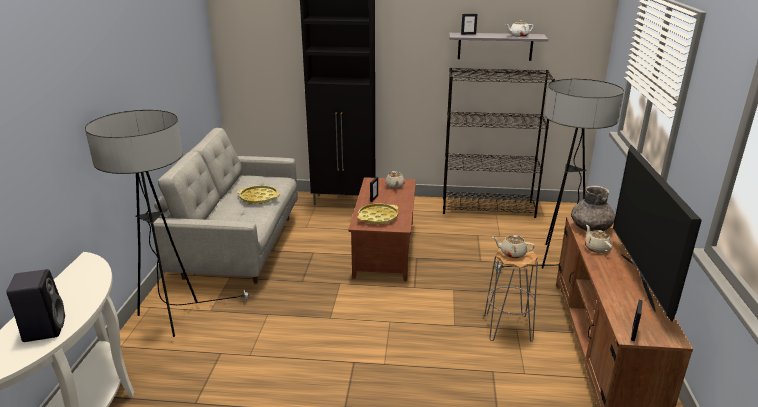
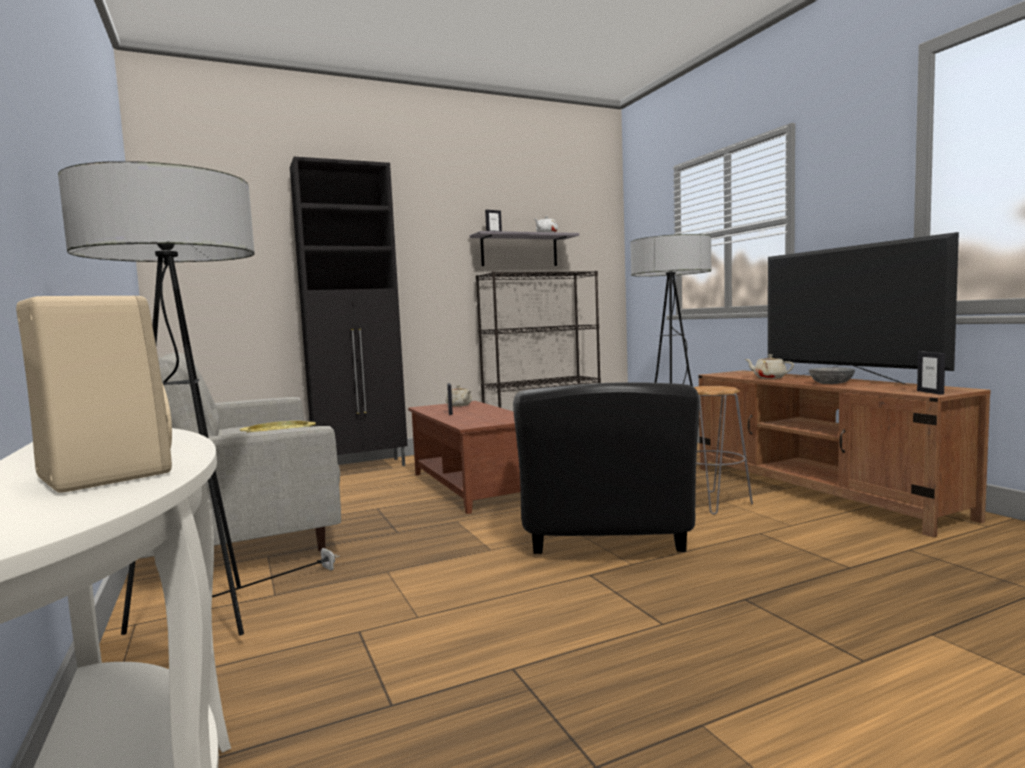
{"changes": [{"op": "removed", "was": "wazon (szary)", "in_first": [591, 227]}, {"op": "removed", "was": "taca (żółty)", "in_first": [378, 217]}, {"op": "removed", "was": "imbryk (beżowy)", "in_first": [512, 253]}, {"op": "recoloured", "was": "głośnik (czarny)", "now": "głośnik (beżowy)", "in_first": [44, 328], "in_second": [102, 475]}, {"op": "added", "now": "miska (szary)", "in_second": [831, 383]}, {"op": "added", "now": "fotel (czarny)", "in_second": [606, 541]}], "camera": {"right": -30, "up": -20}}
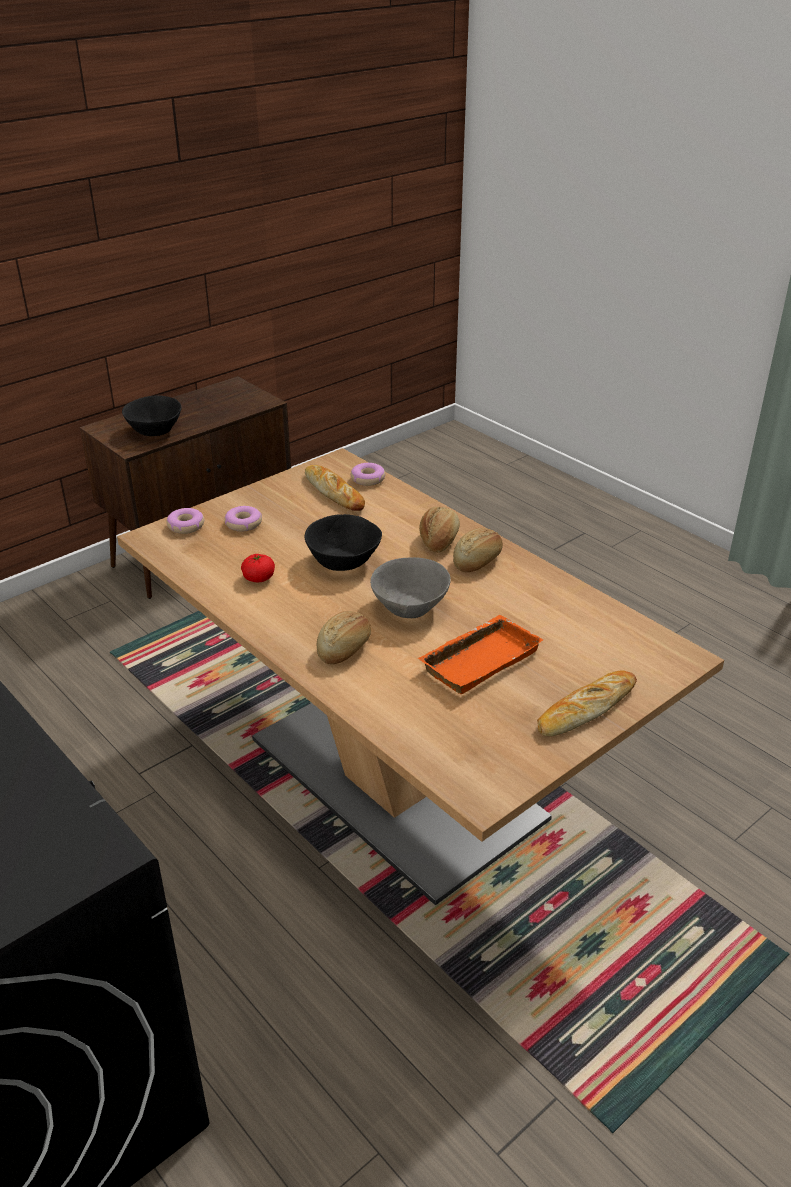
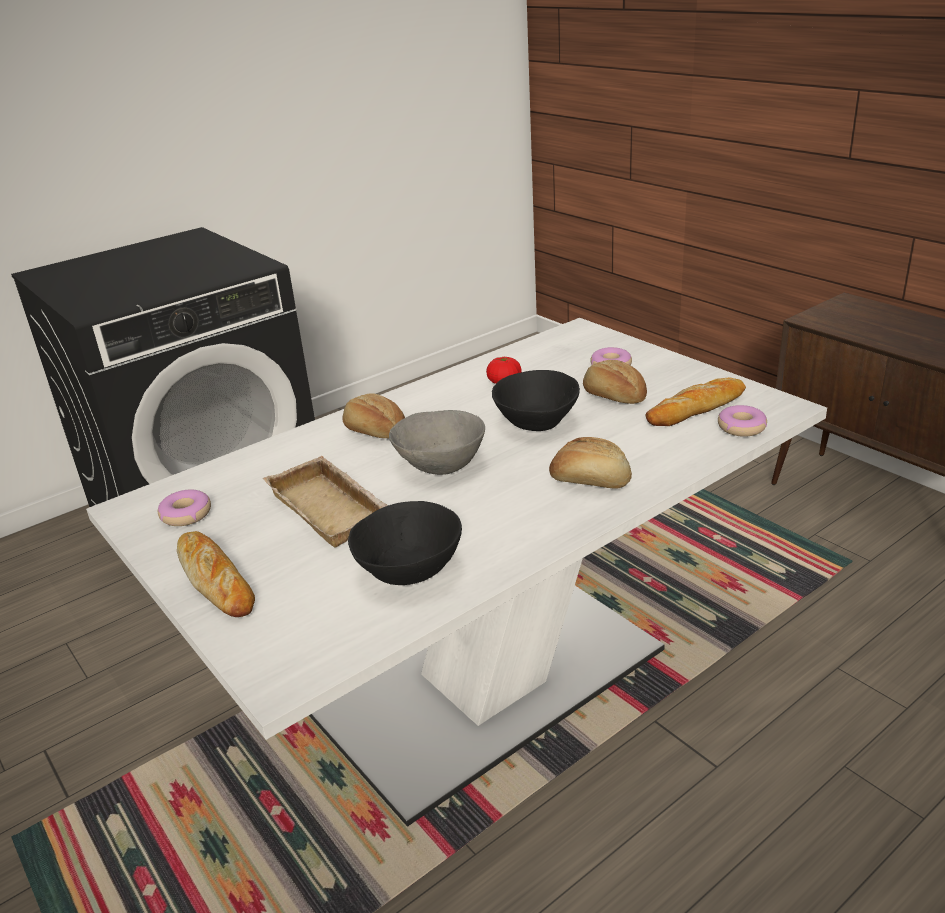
{"changes": [{"op": "moved", "was": "miska (czarny)", "in_first": [154, 431], "in_second": [410, 569]}, {"op": "recoloured", "was": "stół jadalny (brązowy)", "now": "stół jadalny (biały)", "in_first": [395, 779], "in_second": [489, 682]}, {"op": "moved", "was": "donut", "in_first": [186, 526], "in_second": [186, 514]}, {"op": "moved", "was": "chleb", "in_first": [478, 561], "in_second": [613, 397]}, {"op": "recoloured", "was": "taca (pomarańczowy)", "now": "taca (beżowy)", "in_first": [479, 659], "in_second": [333, 508]}], "camera": {"right": 95, "up": -5}}
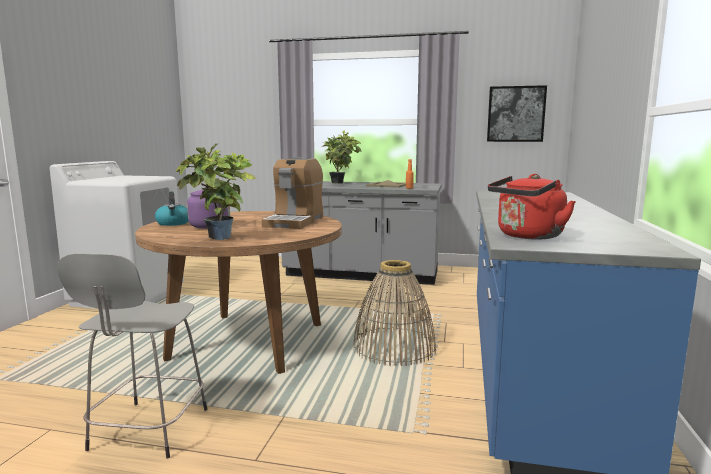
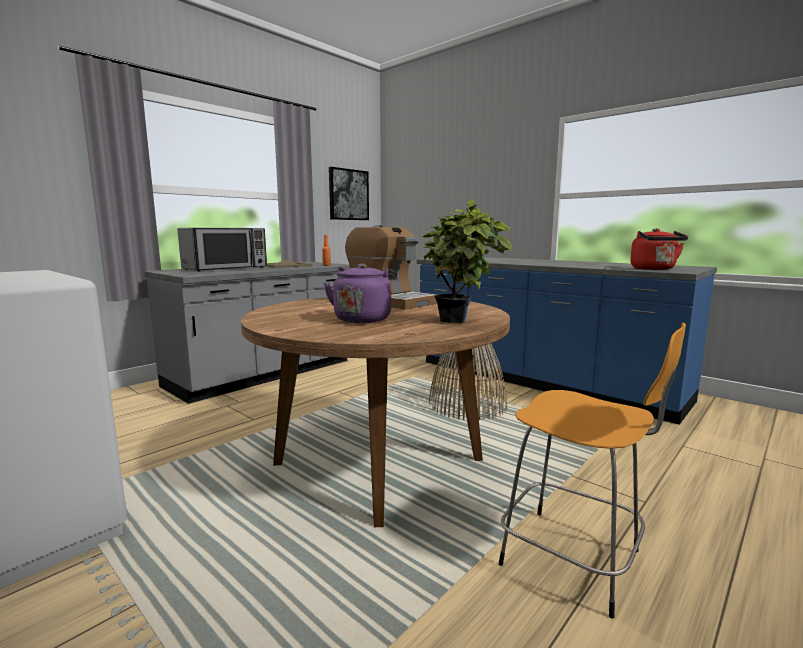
{"changes": [{"op": "replaced", "was": "roślina doniczkowa", "now": "mikrofalówka", "in_first": [341, 183], "in_second": [226, 268]}, {"op": "removed", "was": "czajnik", "in_first": [173, 223]}, {"op": "recoloured", "was": "stołek (szary)", "now": "stołek (pomarańczowy)", "in_first": [147, 431], "in_second": [575, 560]}], "camera": {"right": -60, "up": 0}}
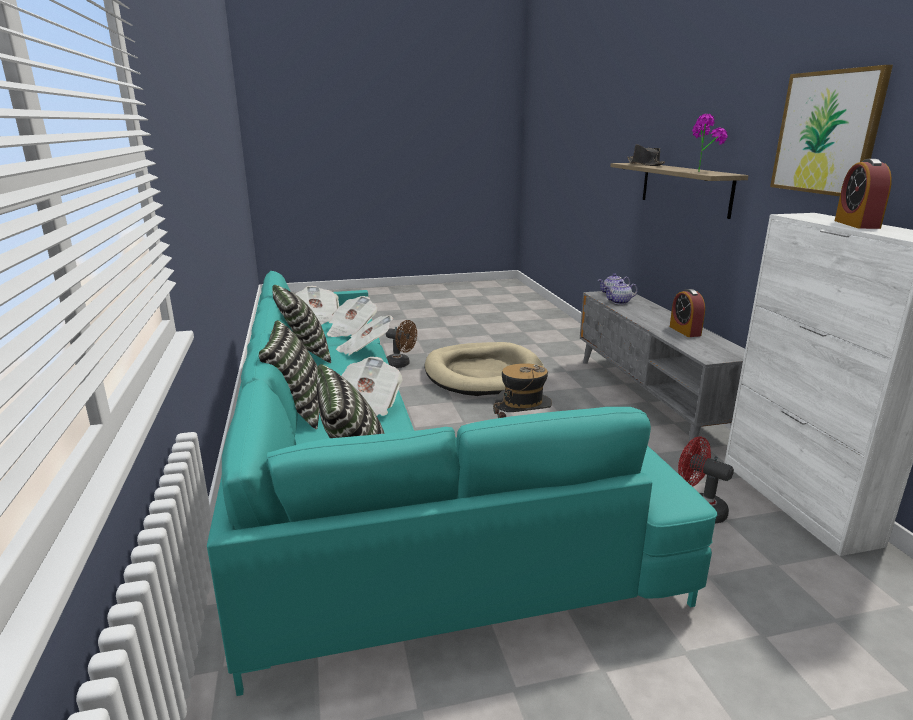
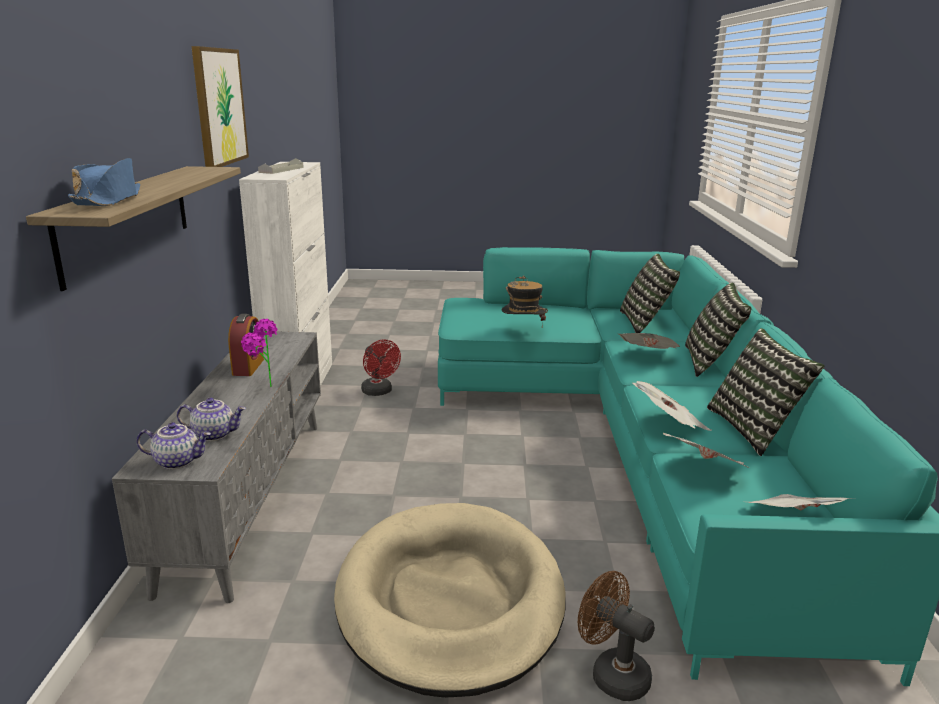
{"changes": [{"op": "moved", "was": "roślina doniczkowa", "in_first": [701, 171], "in_second": [261, 388]}, {"op": "recoloured", "was": "kapelusz (czarny)", "now": "kapelusz (niebieski)", "in_first": [645, 164], "in_second": [109, 200]}, {"op": "replaced", "was": "budzik", "now": "taca (szary)", "in_first": [856, 224], "in_second": [281, 170]}], "camera": {"right": -165, "up": 0}}
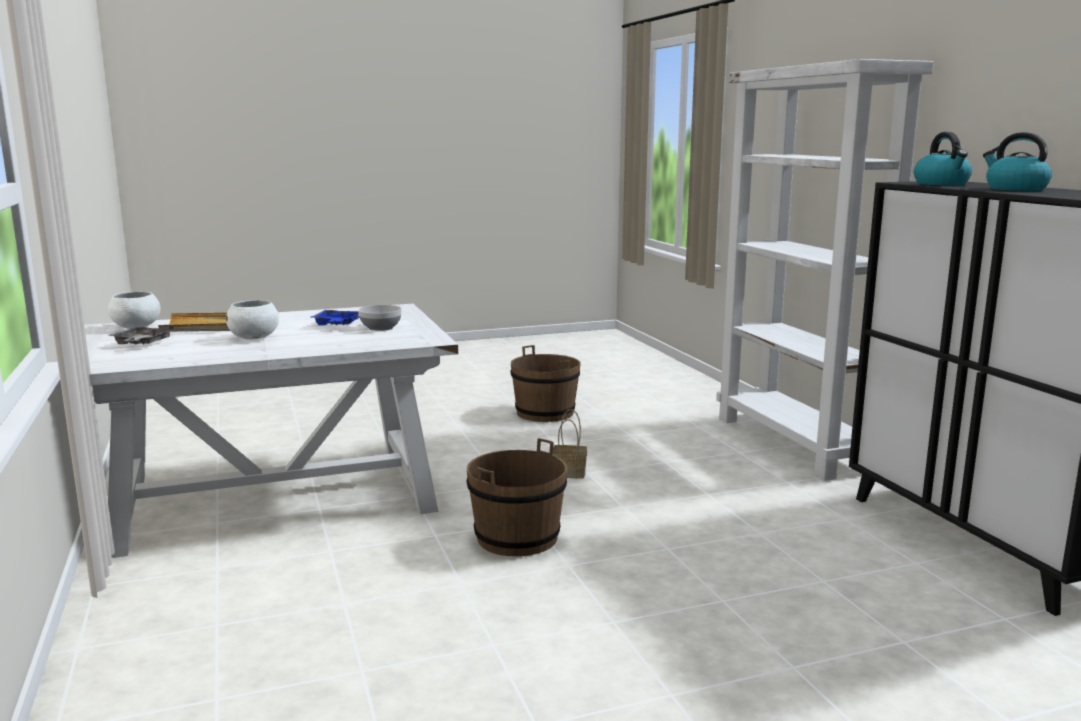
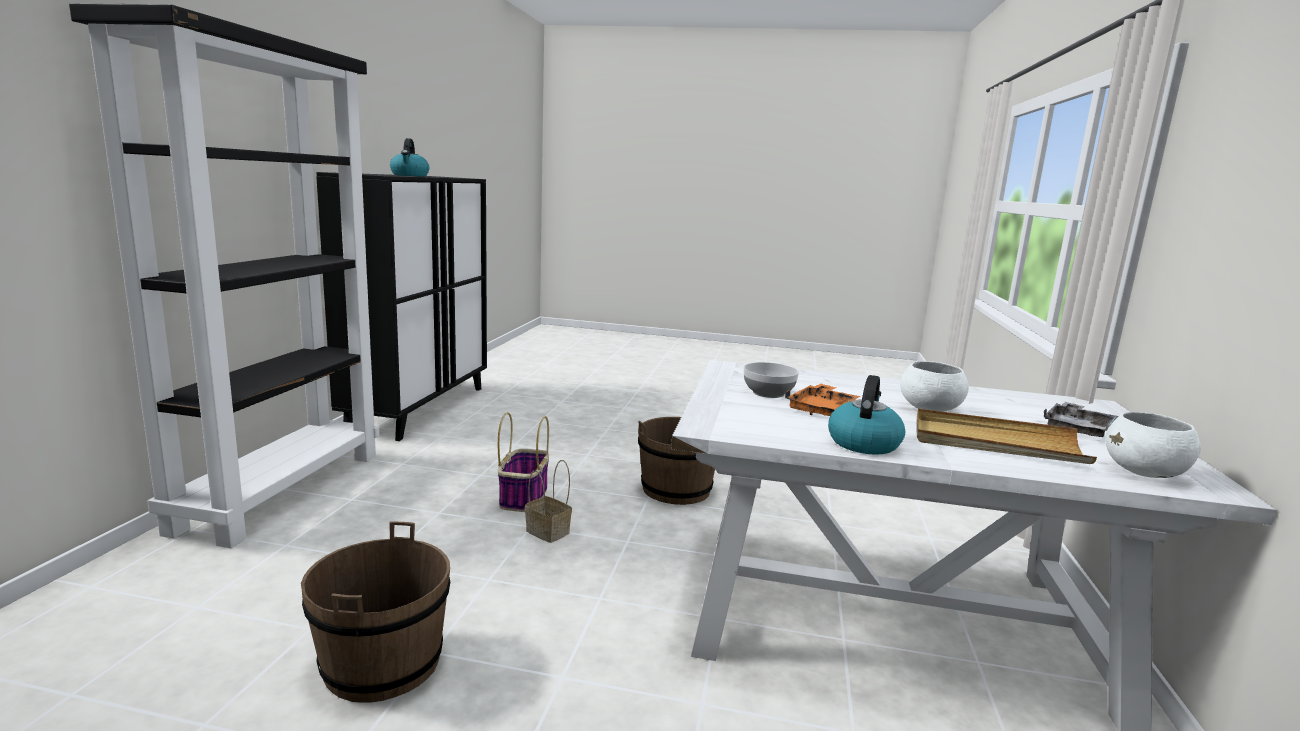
{"changes": [{"op": "recoloured", "was": "regał (biały)", "now": "regał (czarny)", "in_first": [795, 443], "in_second": [282, 489]}, {"op": "moved", "was": "czajnik", "in_first": [942, 184], "in_second": [863, 443]}, {"op": "recoloured", "was": "taca (niebieski)", "now": "taca (pomarańczowy)", "in_first": [336, 325], "in_second": [821, 410]}, {"op": "added", "now": "koszyk", "in_second": [523, 497]}], "camera": {"right": -150, "up": 0}}
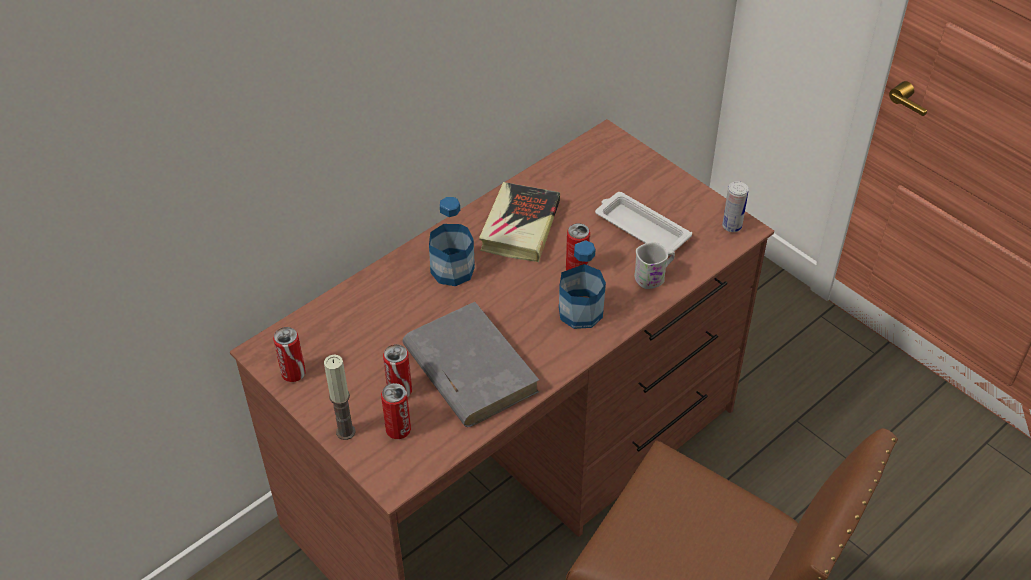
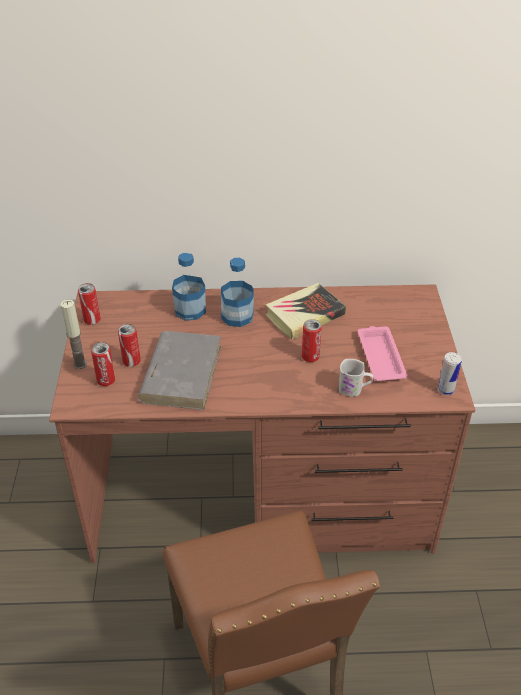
{"changes": [{"op": "recoloured", "was": "taca (biały)", "now": "taca (różowy)", "in_first": [640, 228], "in_second": [380, 356]}, {"op": "moved", "was": "butelka", "in_first": [580, 312], "in_second": [190, 310]}], "camera": {"right": 40, "up": -5}}
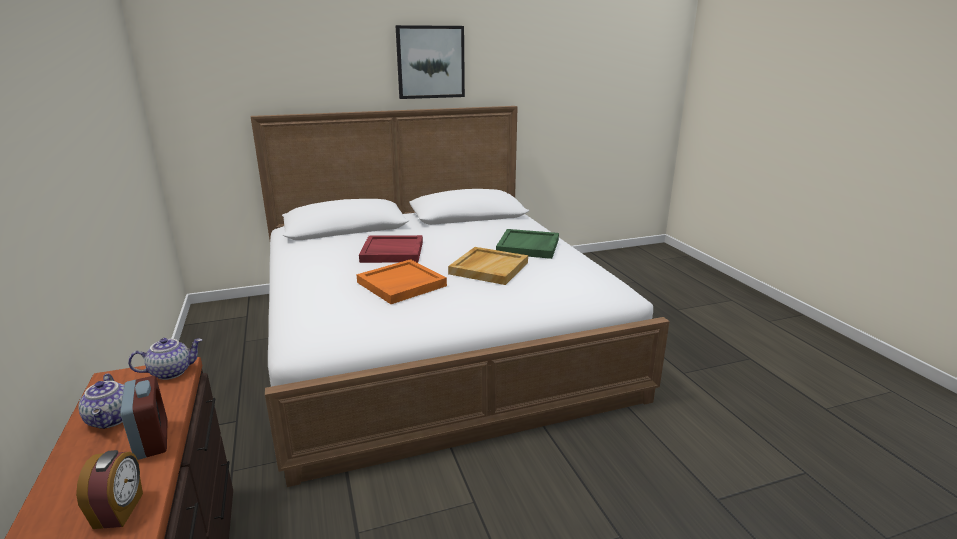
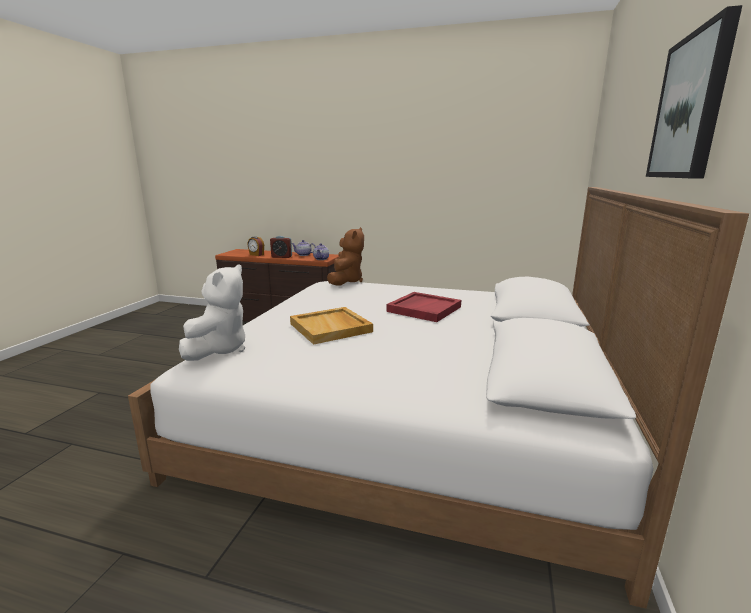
{"changes": [{"op": "removed", "was": "taca (zielony)", "in_first": [528, 246]}, {"op": "removed", "was": "taca (pomarańczowy)", "in_first": [401, 284]}, {"op": "added", "now": "pluszak (brązowy)", "in_second": [345, 281]}, {"op": "added", "now": "pluszak (biały)", "in_second": [219, 349]}], "camera": {"right": 125, "up": -5}}
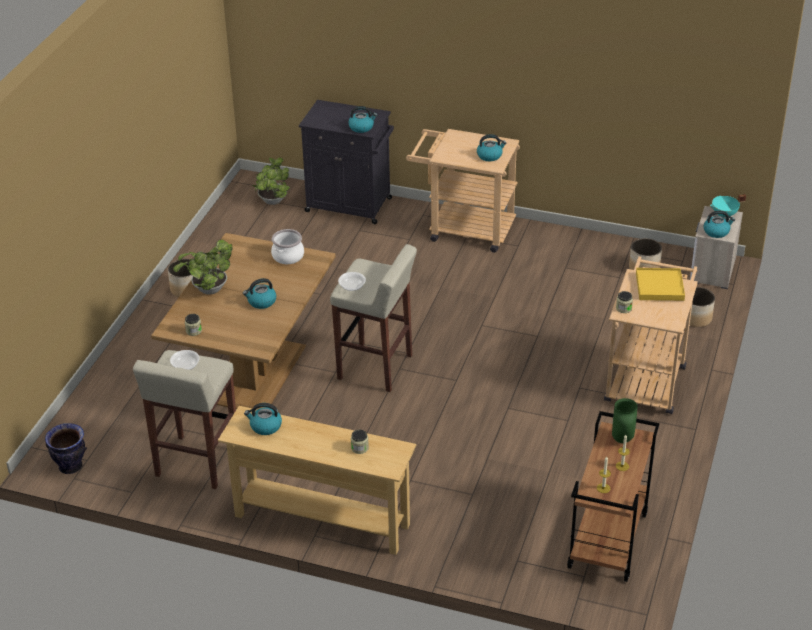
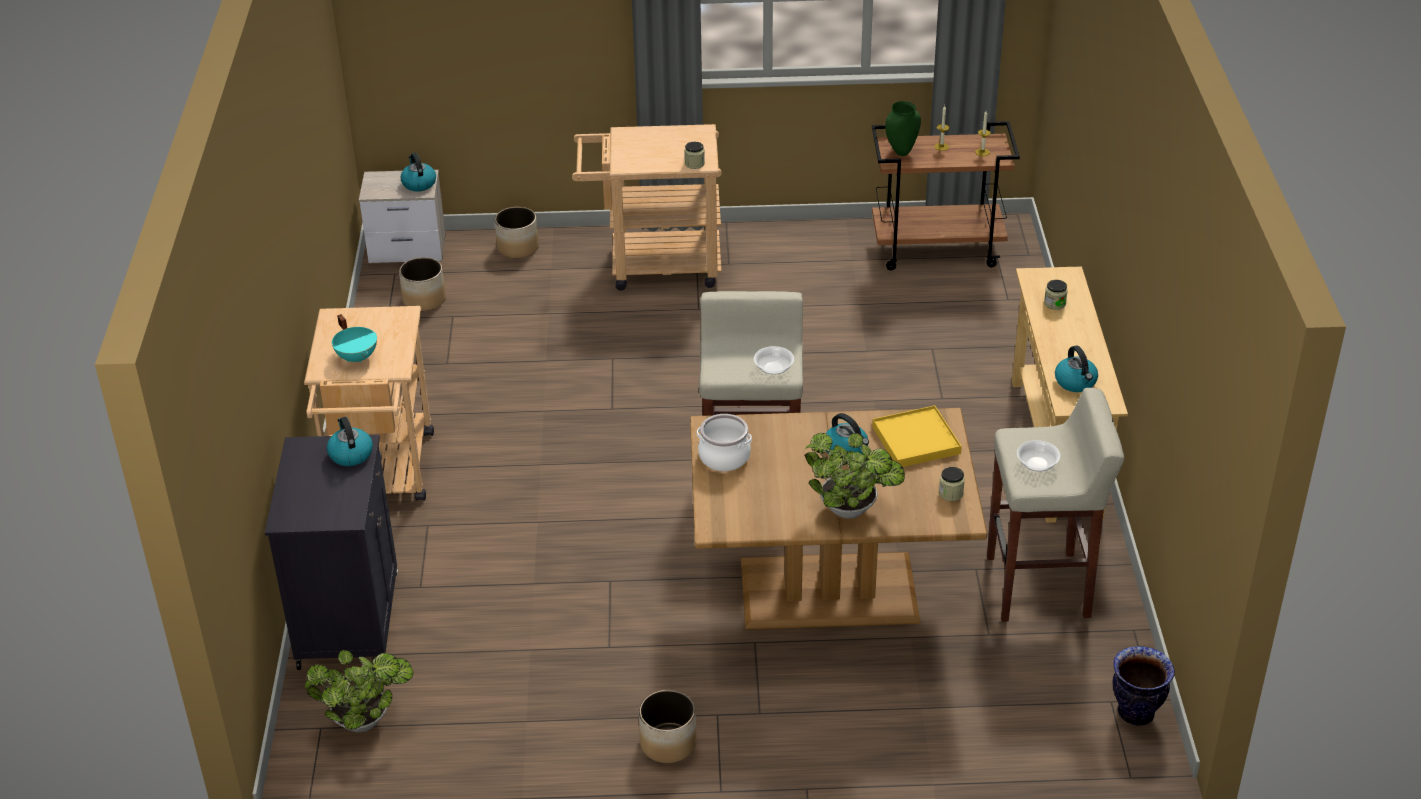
{"changes": [{"op": "removed", "was": "czajnik", "in_first": [490, 156]}, {"op": "moved", "was": "garnek (turkusowy)", "in_first": [724, 215], "in_second": [357, 357]}, {"op": "moved", "was": "taca (żółty)", "in_first": [659, 287], "in_second": [916, 440]}], "camera": {"right": -110, "up": 0}}
